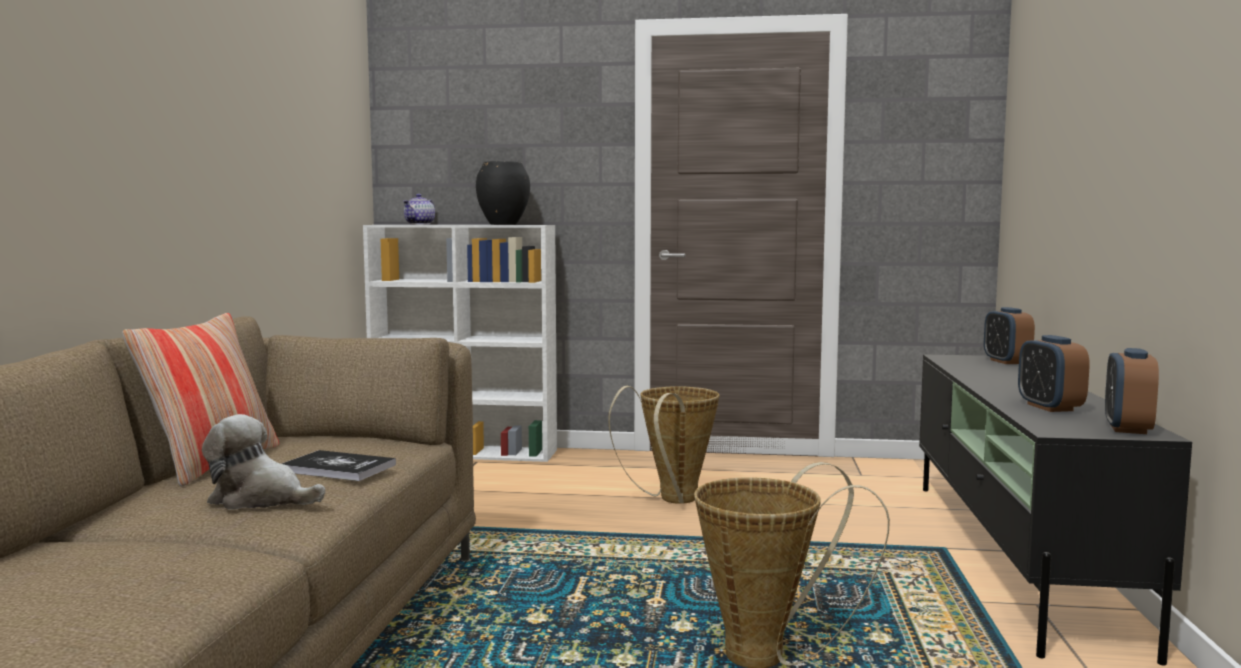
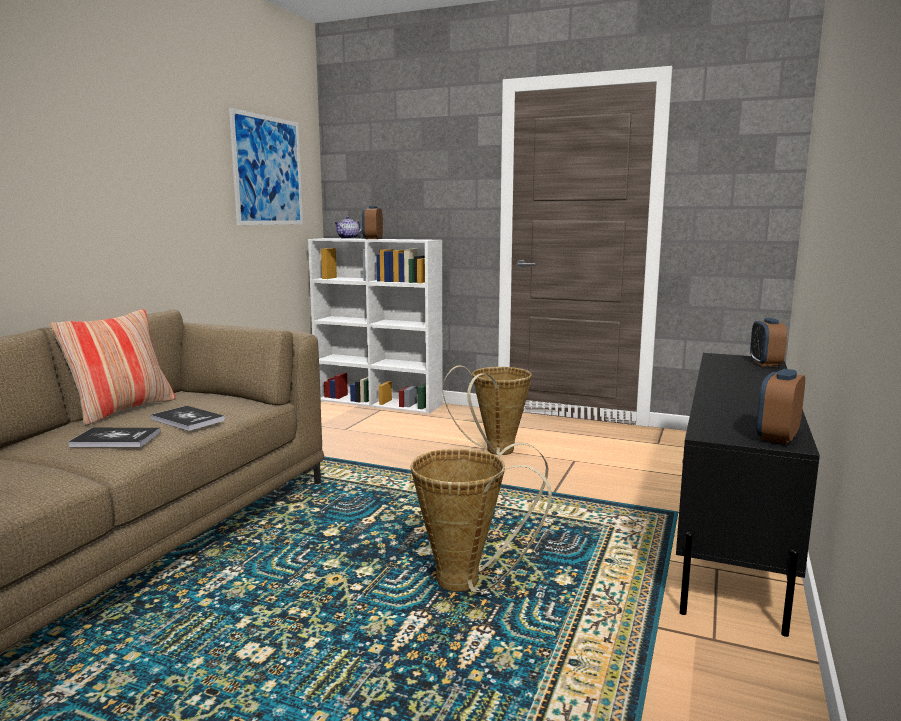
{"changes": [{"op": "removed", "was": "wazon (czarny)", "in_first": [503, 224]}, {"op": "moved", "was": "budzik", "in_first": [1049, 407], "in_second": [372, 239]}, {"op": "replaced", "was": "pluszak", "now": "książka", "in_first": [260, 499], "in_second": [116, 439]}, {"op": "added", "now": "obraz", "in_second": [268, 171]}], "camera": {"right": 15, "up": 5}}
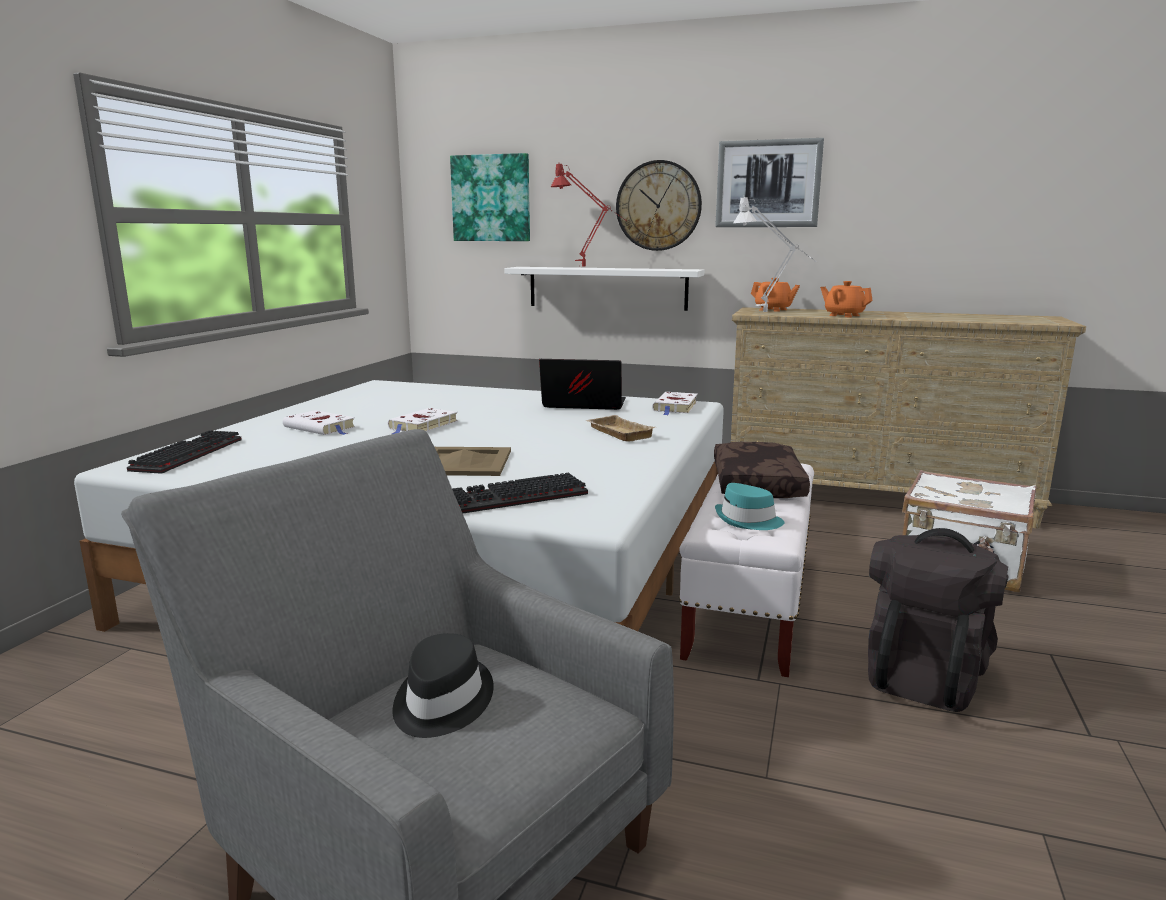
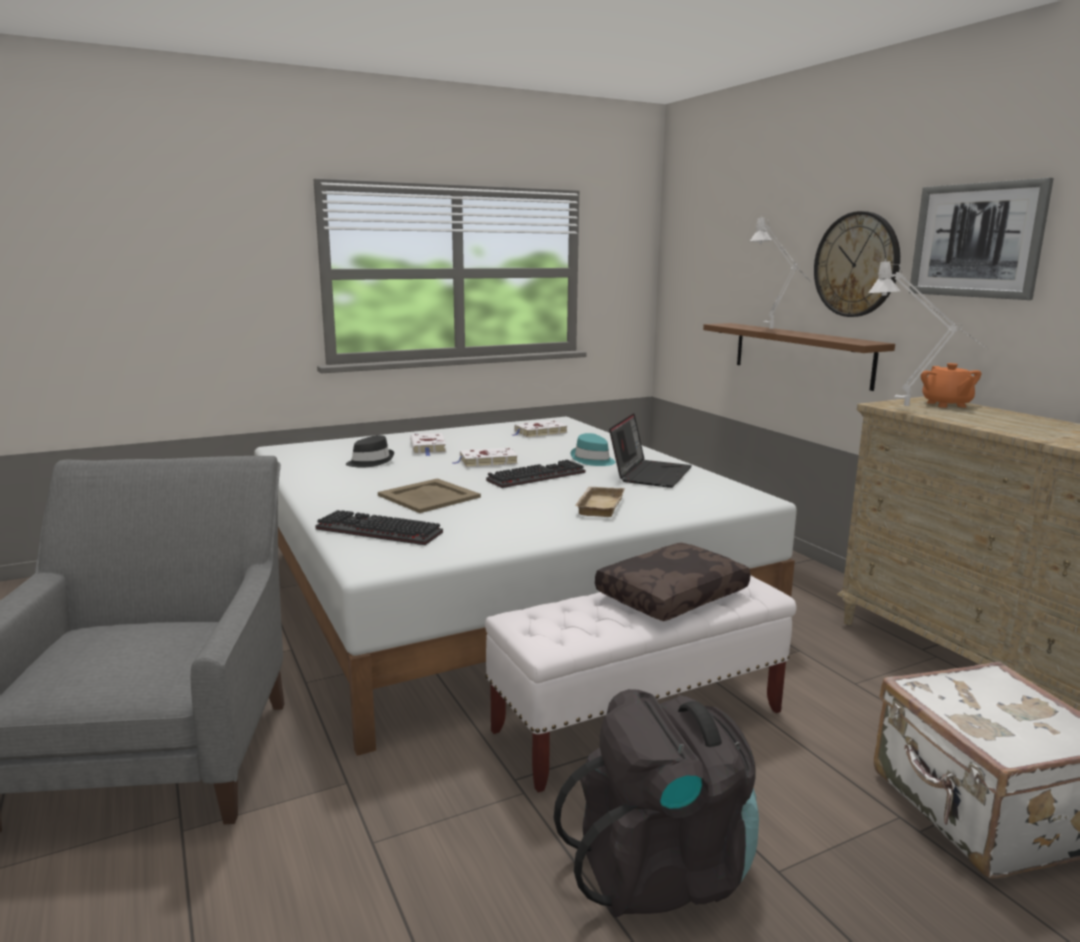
{"changes": [{"op": "removed", "was": "obraz", "in_first": [491, 198]}, {"op": "recoloured", "was": "lampa stołowa (czerwony)", "now": "lampa stołowa (biały)", "in_first": [588, 268], "in_second": [775, 331]}, {"op": "recoloured", "was": "półka (biały)", "now": "półka (brązowy)", "in_first": [607, 288], "in_second": [801, 354]}, {"op": "removed", "was": "imbryk (pomarańczowy)", "in_first": [844, 315]}, {"op": "turned", "was": "laptop", "in_first": [582, 405], "in_second": [650, 474], "clockwise": 60}, {"op": "moved", "was": "książka (biały)", "in_first": [675, 407], "in_second": [539, 433]}, {"op": "moved", "was": "klawiatura", "in_first": [187, 454], "in_second": [537, 476]}, {"op": "moved", "was": "kapelusz (turkusowy)", "in_first": [748, 521], "in_second": [592, 460]}, {"op": "moved", "was": "kapelusz (czarny)", "in_first": [440, 702], "in_second": [370, 461]}], "camera": {"right": 45, "up": 0}}
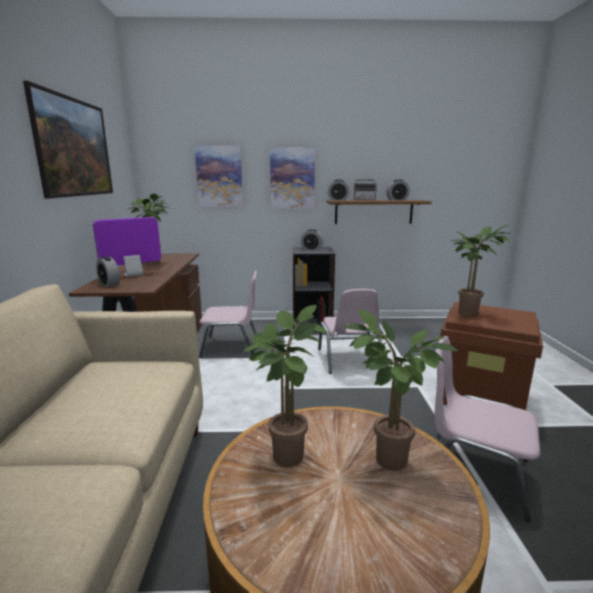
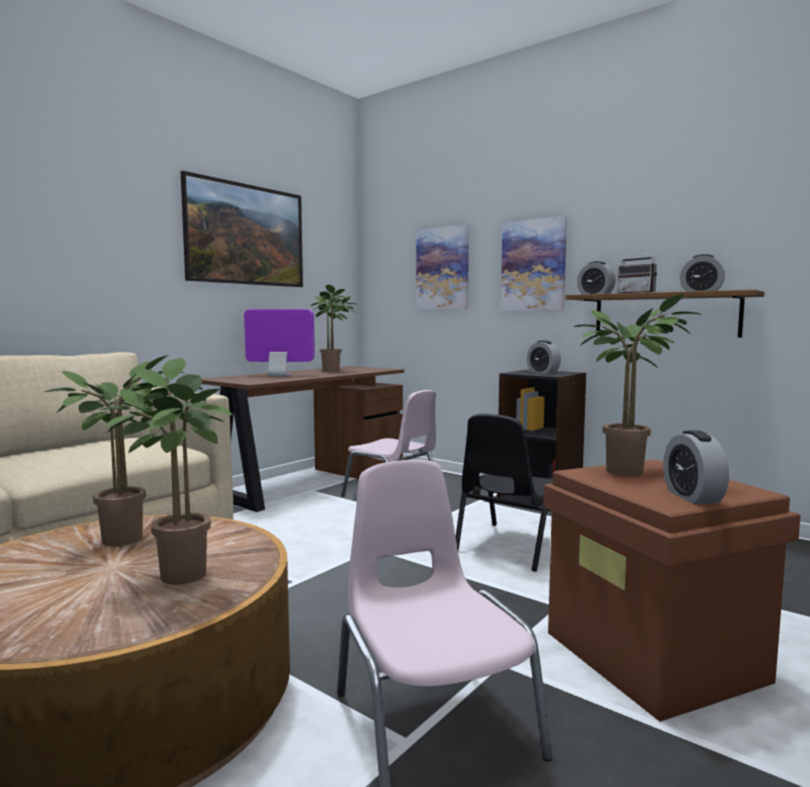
{"changes": [{"op": "moved", "was": "budzik", "in_first": [109, 284], "in_second": [692, 497]}, {"op": "recoloured", "was": "krzesło (różowy)", "now": "krzesło (czarny)", "in_first": [348, 360], "in_second": [512, 547]}], "camera": {"right": 40, "up": -10}}
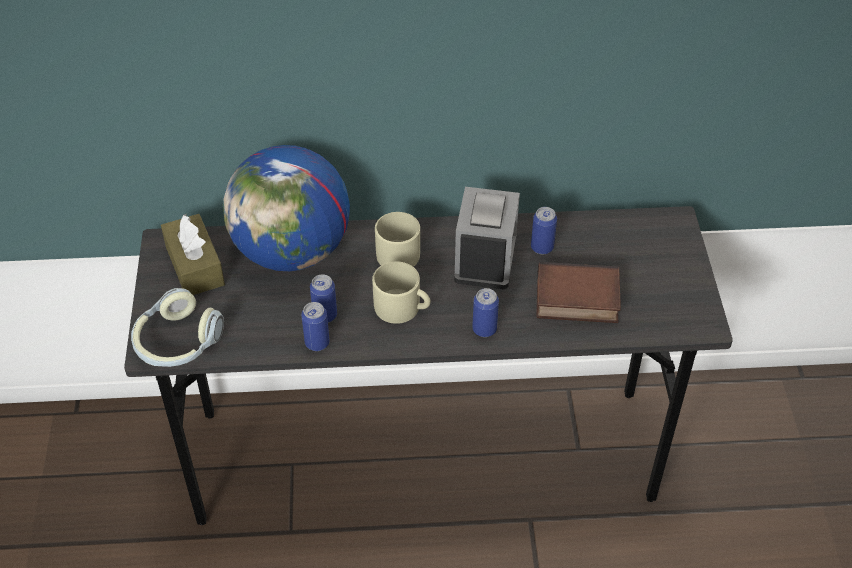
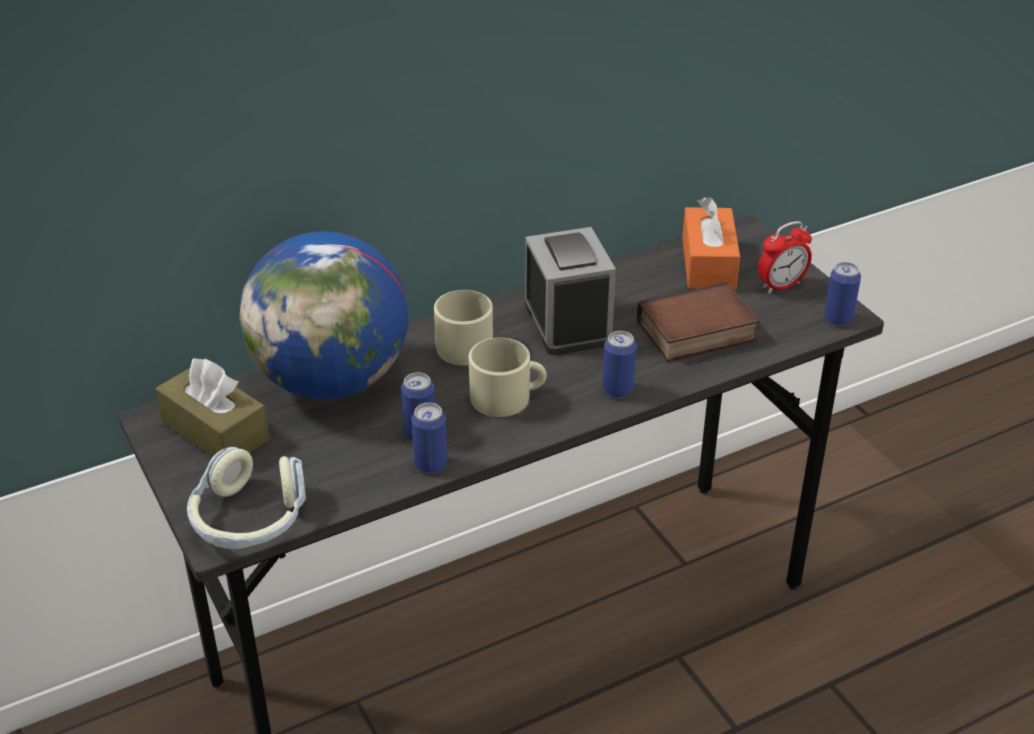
{"changes": [{"op": "moved", "was": "puszka", "in_first": [542, 247], "in_second": [838, 319]}, {"op": "added", "now": "pudełko chusteczek (pomarańczowy)", "in_second": [708, 263]}, {"op": "added", "now": "budzik", "in_second": [781, 285]}], "camera": {"right": -25, "up": -10}}
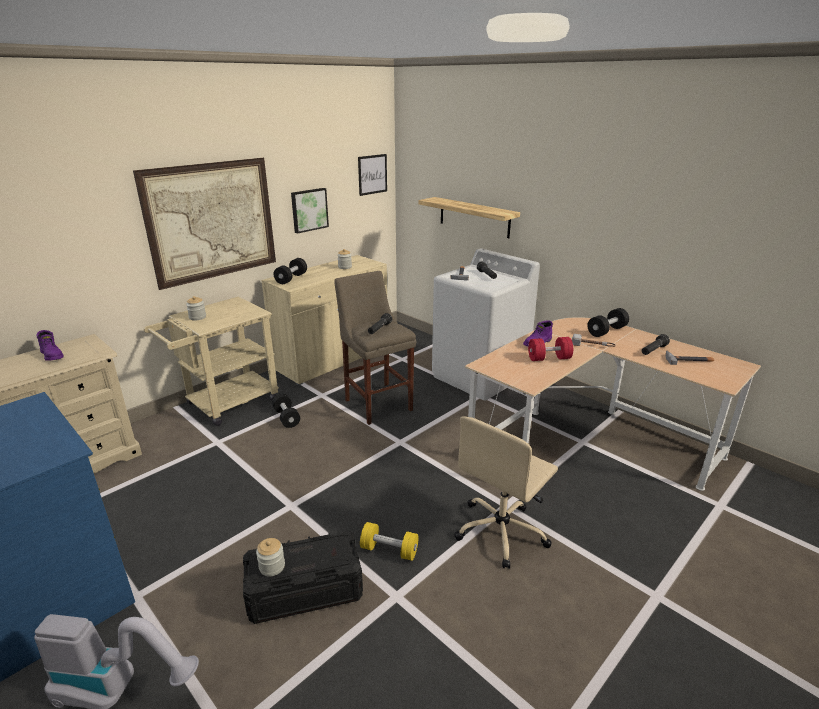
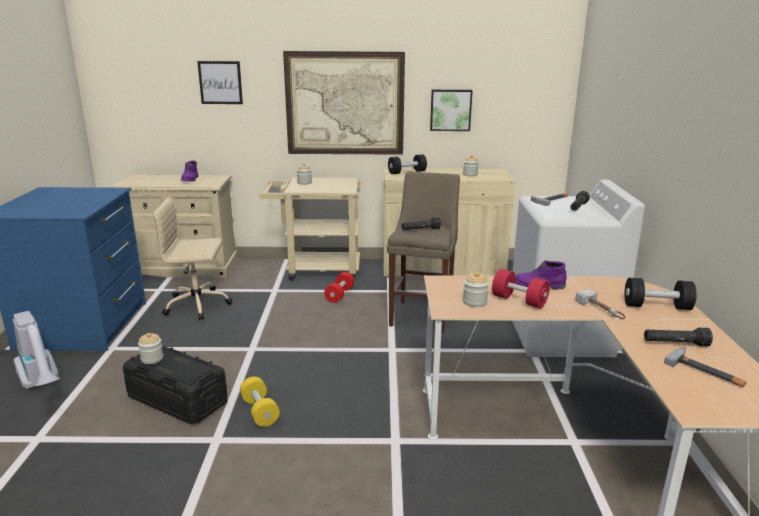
{"changes": [{"op": "moved", "was": "obraz", "in_first": [372, 174], "in_second": [220, 82]}, {"op": "removed", "was": "półka", "in_first": [474, 217]}, {"op": "recoloured", "was": "hantel (czarny)", "now": "hantel (czerwony)", "in_first": [286, 418], "in_second": [339, 295]}, {"op": "moved", "was": "krzesło biurowe (beżowy)", "in_first": [501, 531], "in_second": [198, 305]}, {"op": "added", "now": "słoik", "in_second": [475, 302]}], "camera": {"right": 45, "up": -5}}
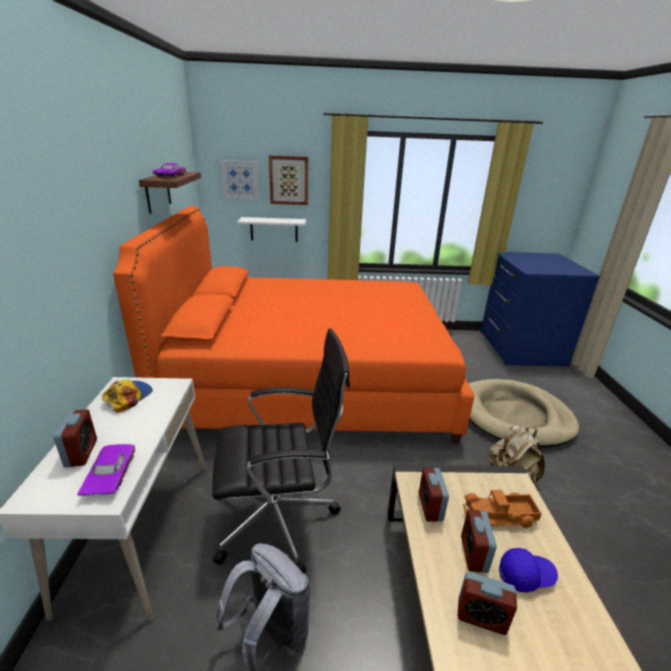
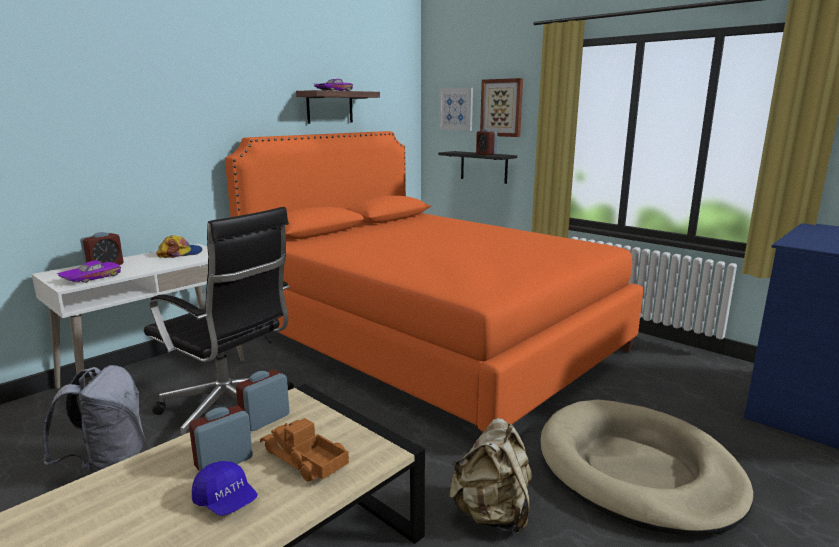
{"changes": [{"op": "recoloured", "was": "półka (biały)", "now": "półka (czarny)", "in_first": [274, 229], "in_second": [483, 167]}, {"op": "moved", "was": "budzik", "in_first": [481, 617], "in_second": [486, 154]}], "camera": {"right": 45, "up": -10}}
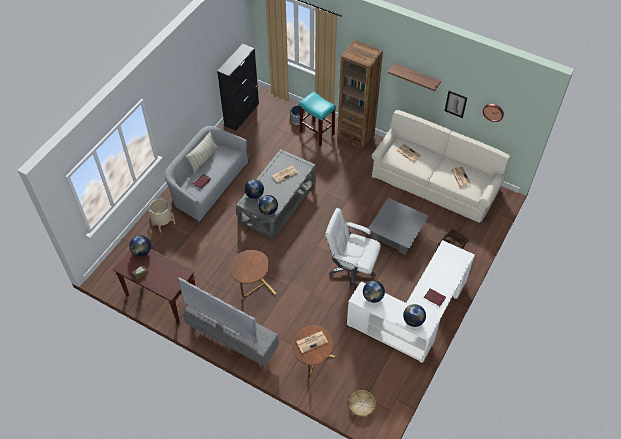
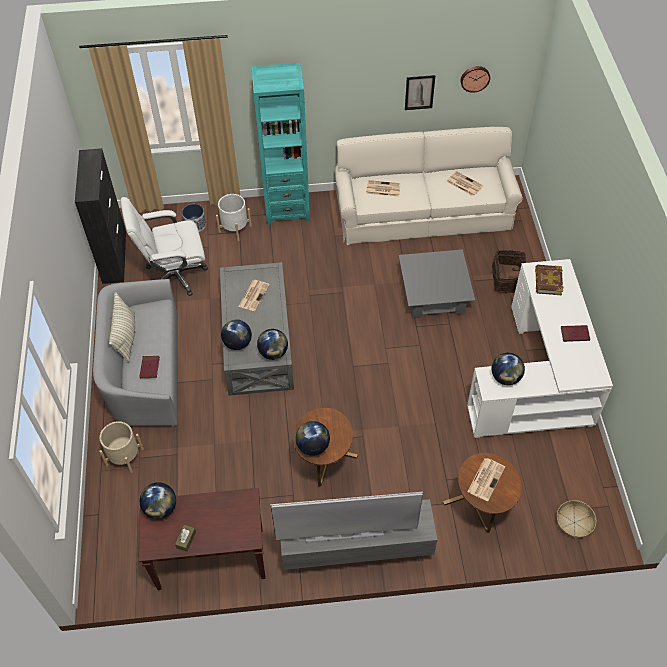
{"changes": [{"op": "recoloured", "was": "regał (brązowy)", "now": "regał (turkusowy)", "in_first": [356, 138], "in_second": [287, 209]}, {"op": "removed", "was": "półka", "in_first": [416, 77]}, {"op": "replaced", "was": "stołek (turkusowy)", "now": "donica (biały)", "in_first": [317, 133], "in_second": [235, 229]}, {"op": "moved", "was": "krzesło biurowe (biały)", "in_first": [351, 269], "in_second": [174, 275]}, {"op": "moved", "was": "globus", "in_first": [413, 320], "in_second": [313, 446]}, {"op": "added", "now": "książka", "in_second": [548, 282]}], "camera": {"right": -35, "up": 0}}
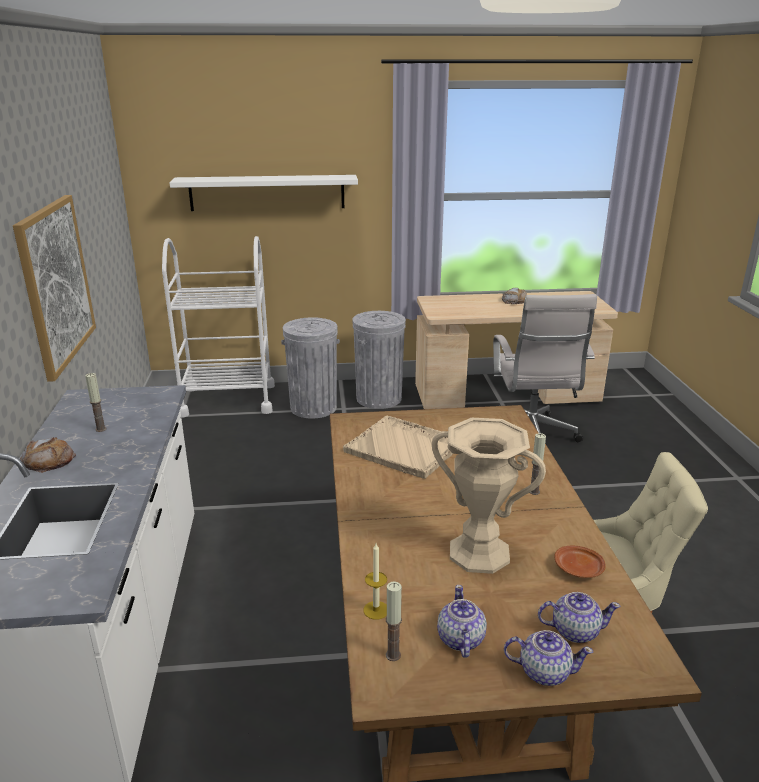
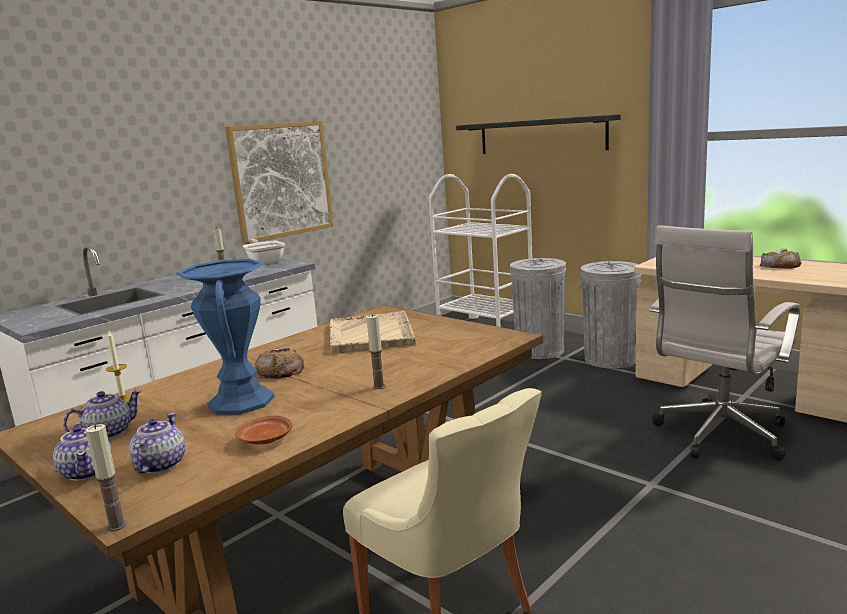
{"changes": [{"op": "recoloured", "was": "półka (biały)", "now": "półka (czarny)", "in_first": [267, 192], "in_second": [541, 135]}, {"op": "recoloured", "was": "wazon (beżowy)", "now": "wazon (niebieski)", "in_first": [479, 553], "in_second": [241, 401]}, {"op": "moved", "was": "chleb", "in_first": [48, 460], "in_second": [280, 370]}, {"op": "moved", "was": "świeca", "in_first": [393, 655], "in_second": [117, 525]}, {"op": "turned", "was": "imbryk", "in_first": [574, 630], "in_second": [160, 465], "clockwise": -135}, {"op": "added", "now": "patelnia", "in_second": [265, 262]}], "camera": {"right": 50, "up": -10}}
